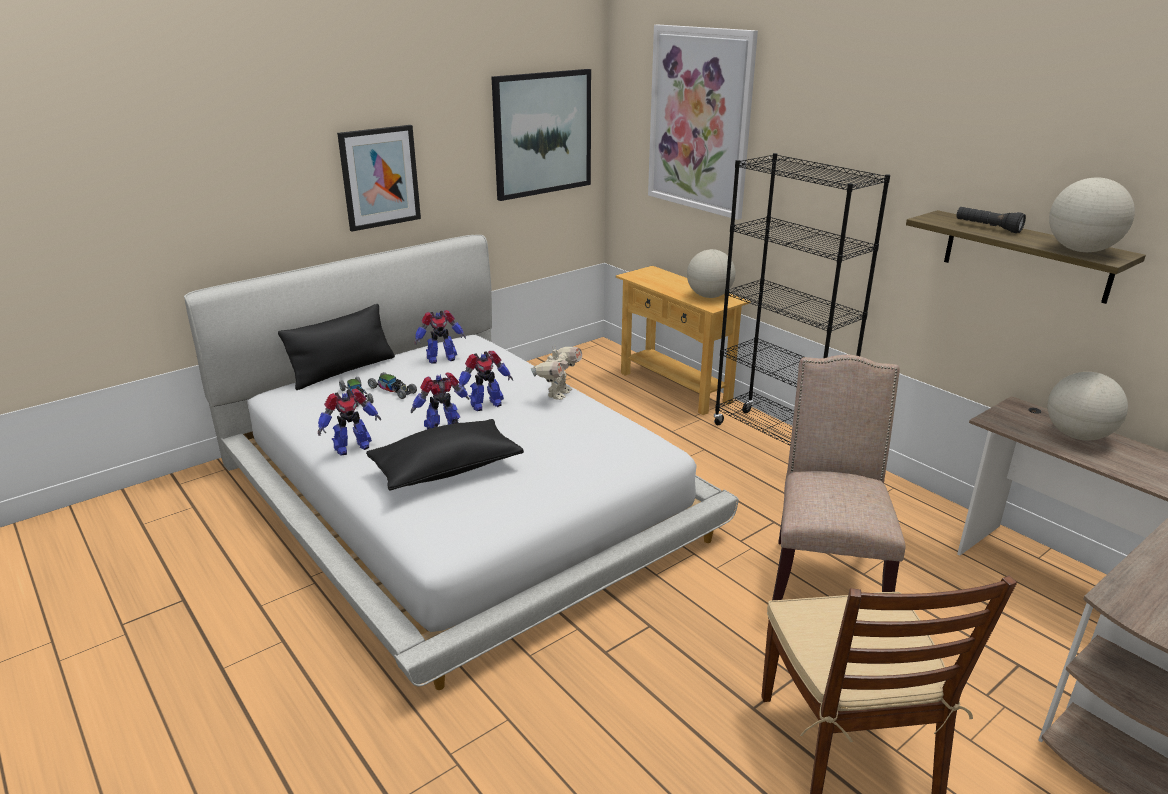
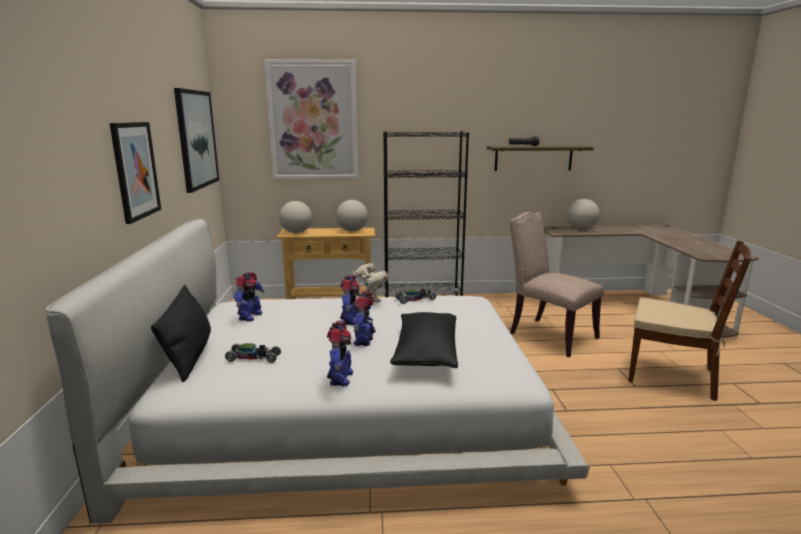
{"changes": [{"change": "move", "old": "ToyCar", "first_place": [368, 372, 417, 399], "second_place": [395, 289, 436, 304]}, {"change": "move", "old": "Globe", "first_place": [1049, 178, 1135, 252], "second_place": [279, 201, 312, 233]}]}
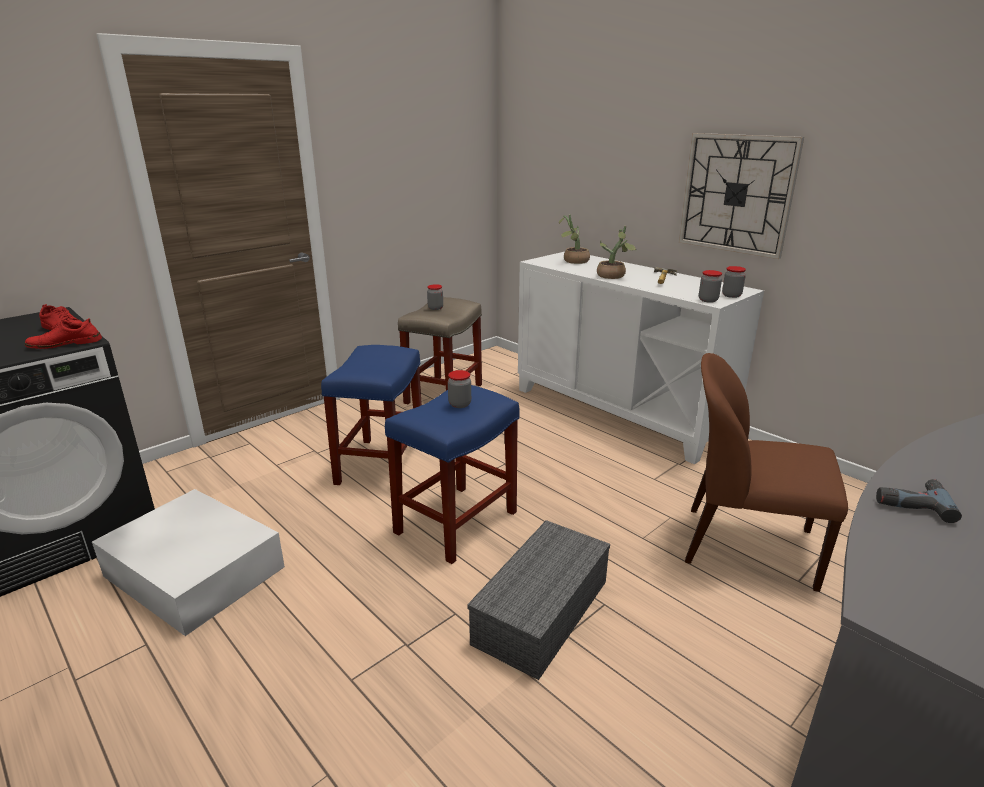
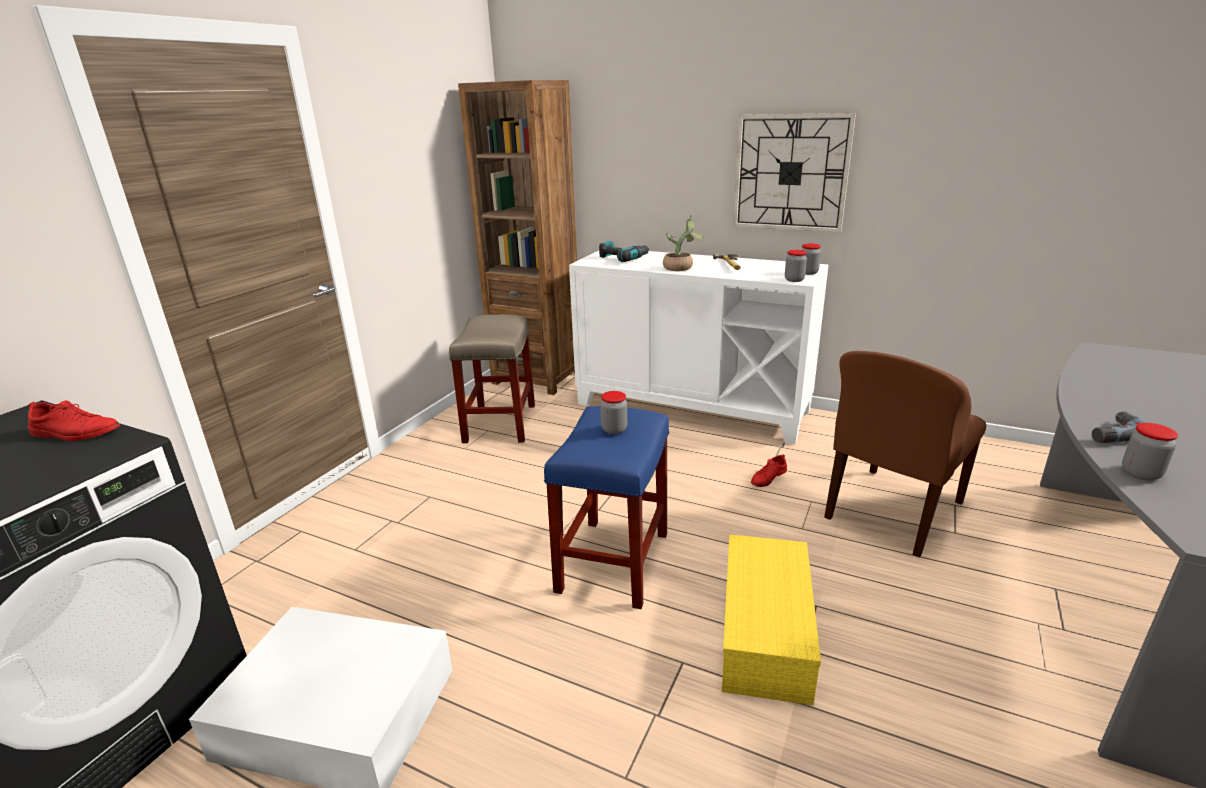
{"changes": [{"change": "delete", "old": "BlueStool", "first_place": [321, 345, 422, 485]}, {"change": "insert", "new": "BrownBookcase", "second_place": [458, 80, 577, 395]}, {"change": "move", "old": "RedShoe", "first_place": [25, 318, 102, 349], "second_place": [751, 454, 787, 487]}, {"change": "move", "old": "Jar", "first_place": [427, 284, 443, 310], "second_place": [1122, 423, 1178, 481]}, {"change": "replace", "old": "PottedPlant", "new": "PowerDrill", "first_place": [559, 214, 590, 264], "second_place": [599, 241, 650, 262]}, {"change": "recolor", "old": "GreyStorageBox", "new": "YellowStorageBox", "first_place": [467, 520, 610, 680], "second_place": [722, 534, 821, 705]}, {"change": "rotate", "old": "BrownChair", "first_place": [685, 353, 848, 592], "second_place": [824, 351, 986, 557], "degrees": -45}]}
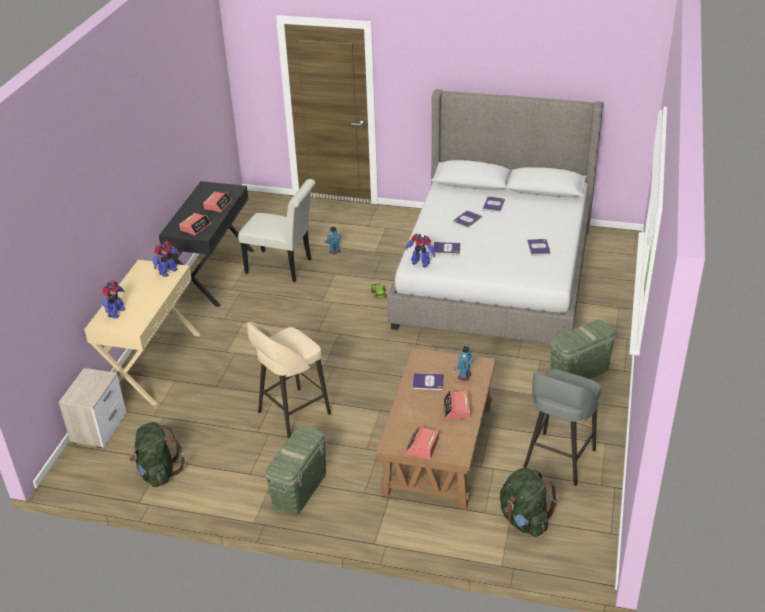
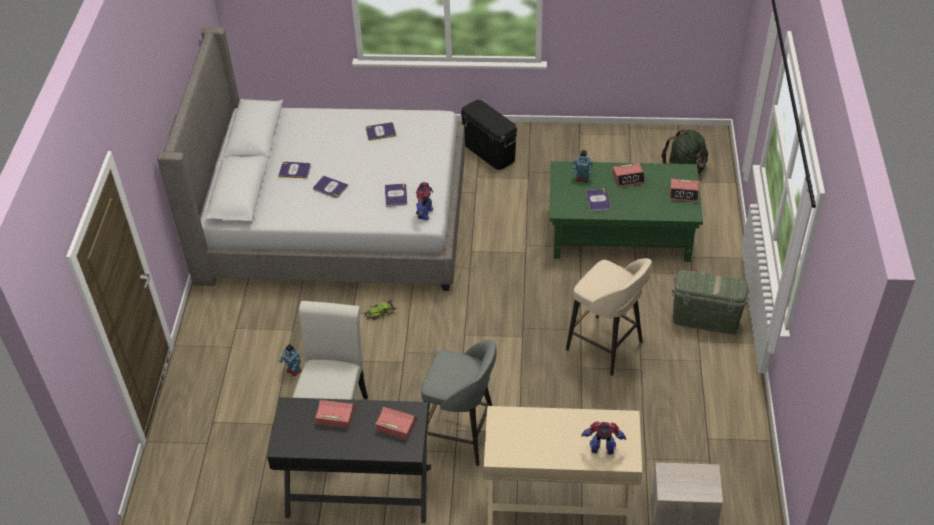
{"changes": [{"change": "delete", "old": "GreenBackpack", "first_place": [130, 422, 185, 487]}, {"change": "delete", "old": "ToyRobot", "first_place": [153, 241, 180, 277]}, {"change": "move", "old": "GreyStool", "first_place": [523, 369, 601, 486], "second_place": [421, 340, 497, 466]}, {"change": "recolor", "old": "BrownCoffeeTable", "new": "GreenCoffeeTable", "first_place": [376, 348, 496, 510], "second_place": [550, 161, 703, 262]}, {"change": "recolor", "old": "GreenStorageBox", "new": "BlackStorageBox", "first_place": [550, 320, 616, 379], "second_place": [461, 100, 517, 170]}]}
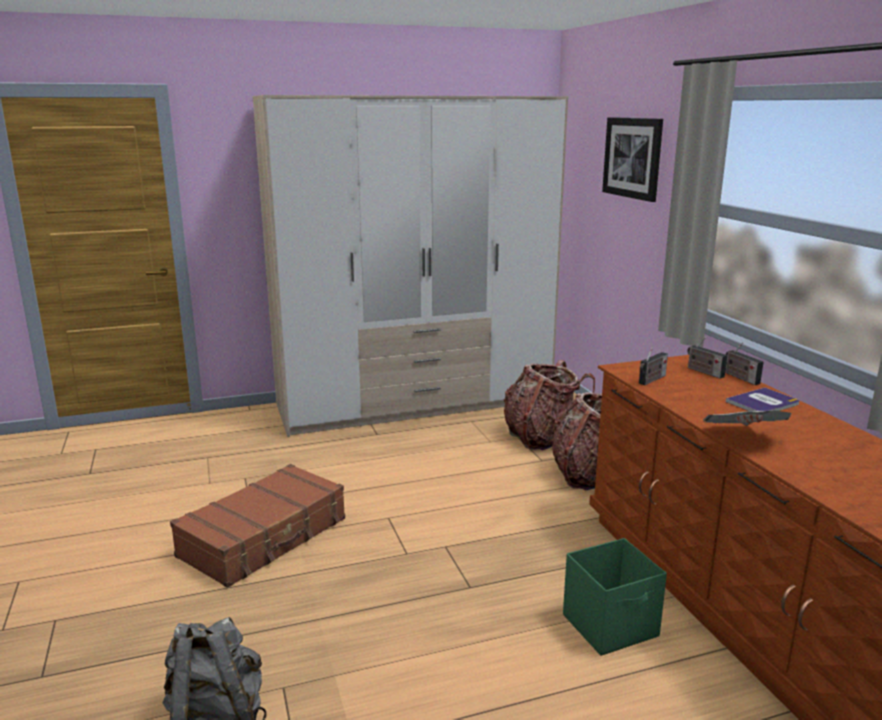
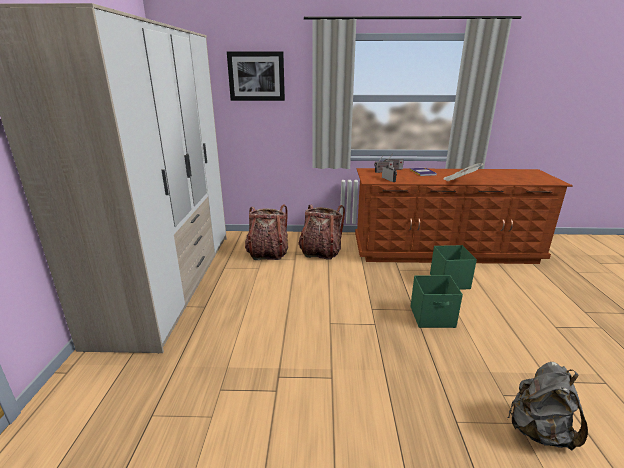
{"changes": [{"change": "delete", "old": "BrownSuitcase", "first_place": [170, 464, 345, 588]}, {"change": "insert", "new": "GreenStorageBox", "second_place": [411, 275, 463, 328]}]}
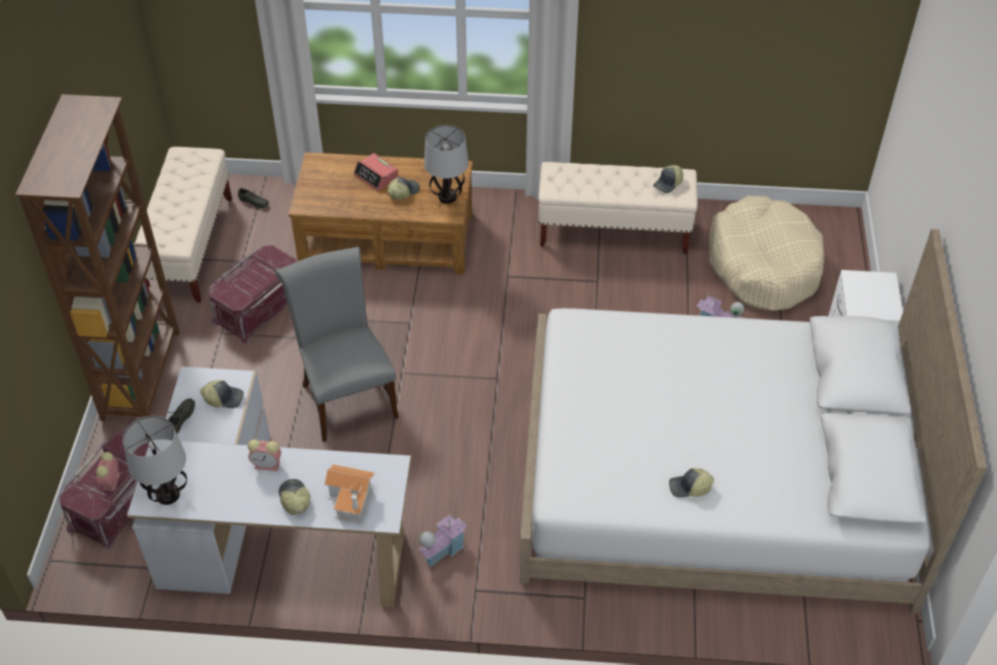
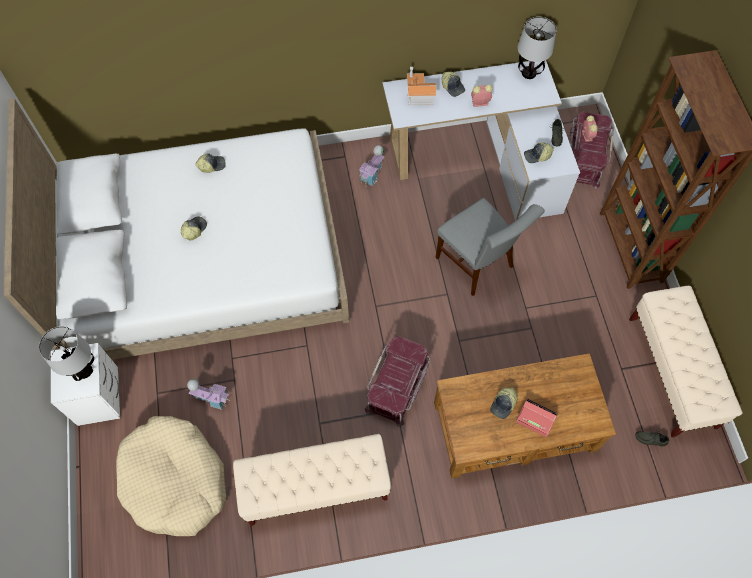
{"changes": [{"change": "move", "old": "RedStorageBox", "first_place": [209, 245, 296, 344], "second_place": [365, 336, 430, 427]}, {"change": "move", "old": "TableLamp", "first_place": [424, 125, 469, 204], "second_place": [39, 326, 94, 381]}, {"change": "move", "old": "Cap", "first_place": [653, 165, 683, 193], "second_place": [181, 216, 207, 240]}]}
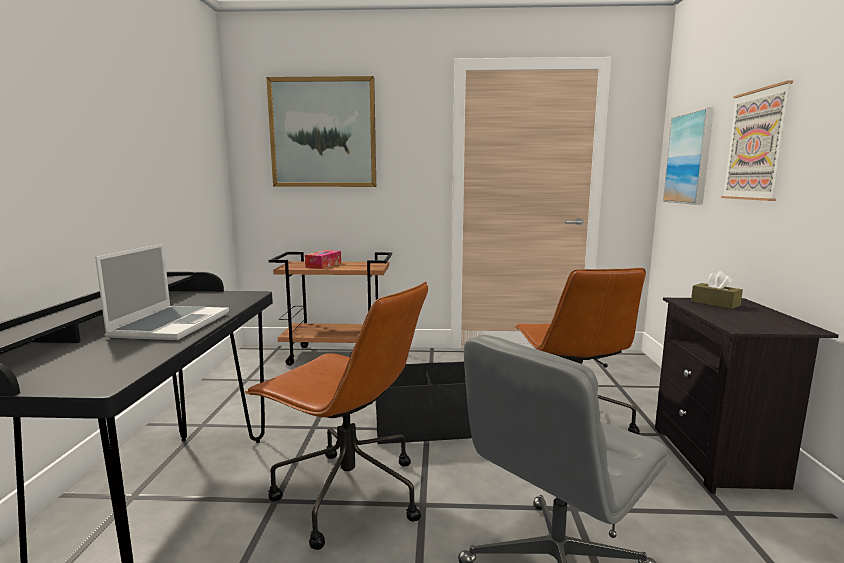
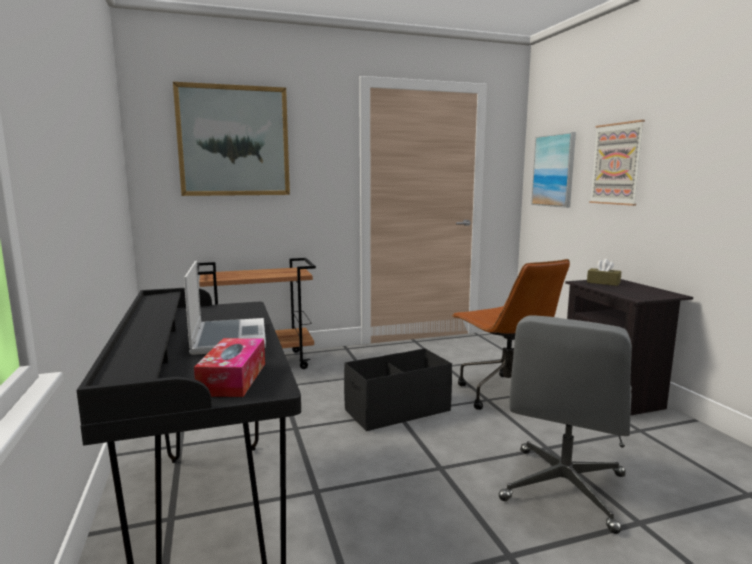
{"changes": [{"change": "delete", "old": "BrownOfficeChair", "first_place": [245, 281, 428, 550]}, {"change": "move", "old": "TissueBox", "first_place": [305, 250, 341, 269], "second_place": [194, 338, 265, 397]}]}
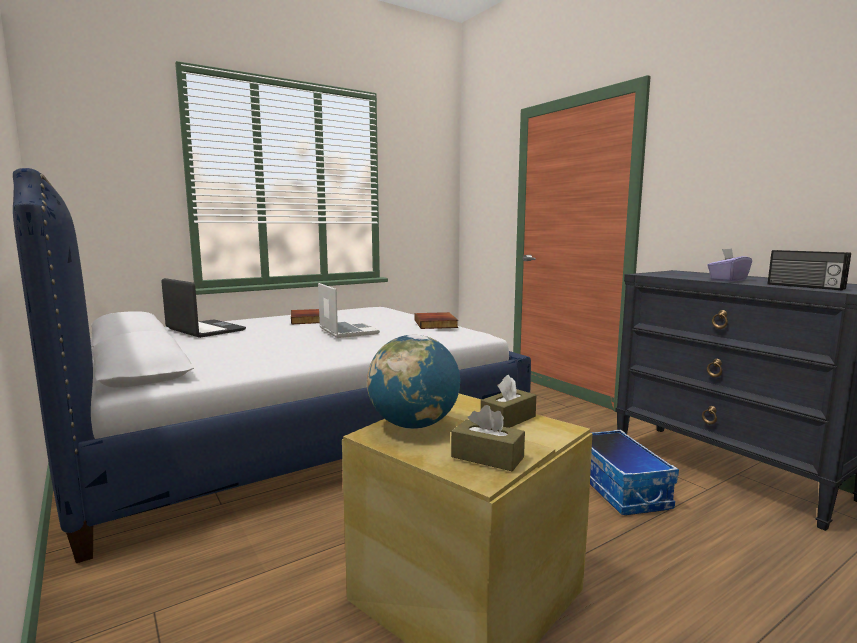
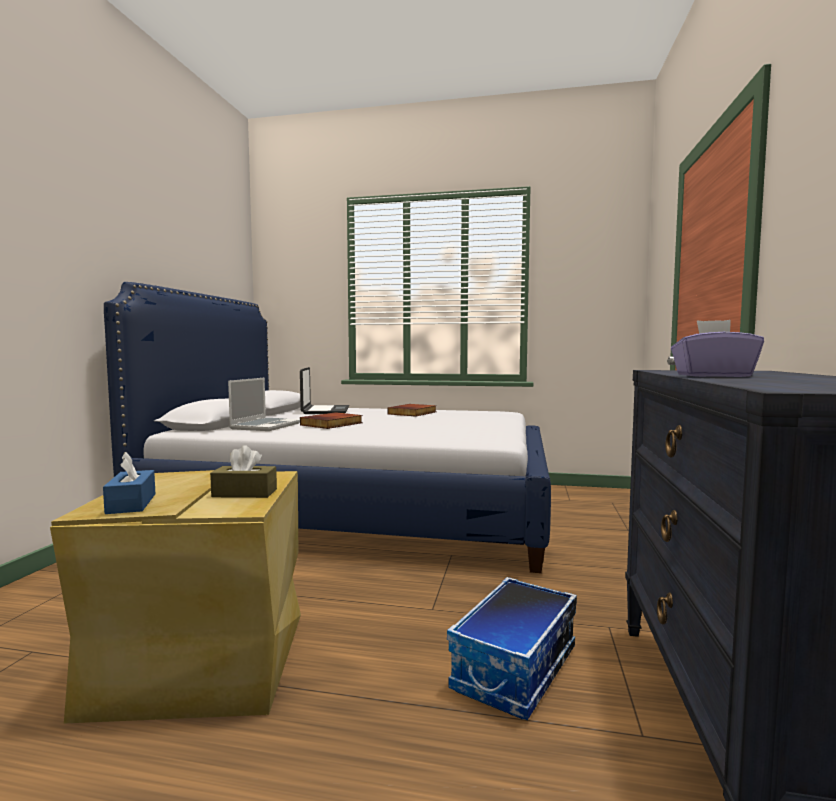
{"changes": [{"change": "delete", "old": "Globe", "first_place": [367, 335, 460, 429]}, {"change": "delete", "old": "Radio", "first_place": [768, 250, 851, 290]}, {"change": "move", "old": "Laptop", "first_place": [318, 283, 380, 338], "second_place": [228, 378, 300, 431]}, {"change": "move", "old": "Book", "first_place": [415, 312, 458, 329], "second_place": [300, 412, 363, 429]}, {"change": "recolor", "old": "BrownTissueBox", "new": "BlueTissueBox", "first_place": [451, 405, 525, 471], "second_place": [103, 452, 155, 514]}]}
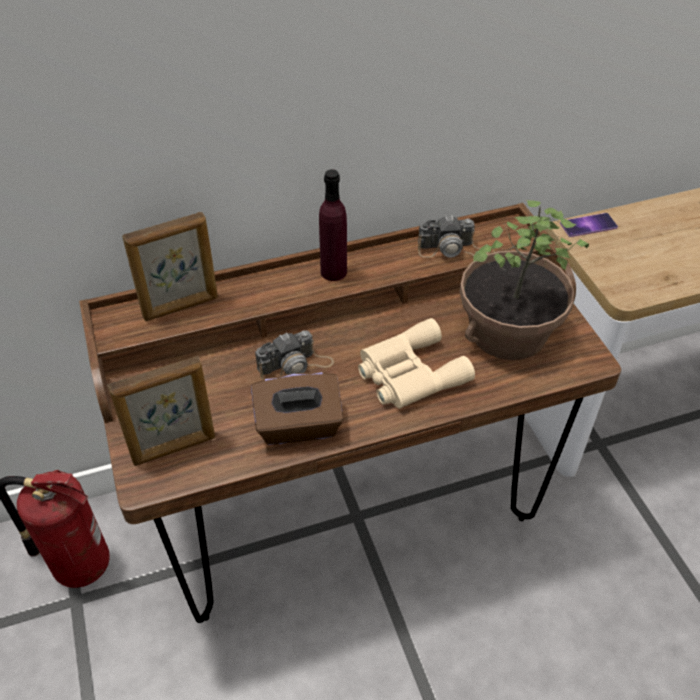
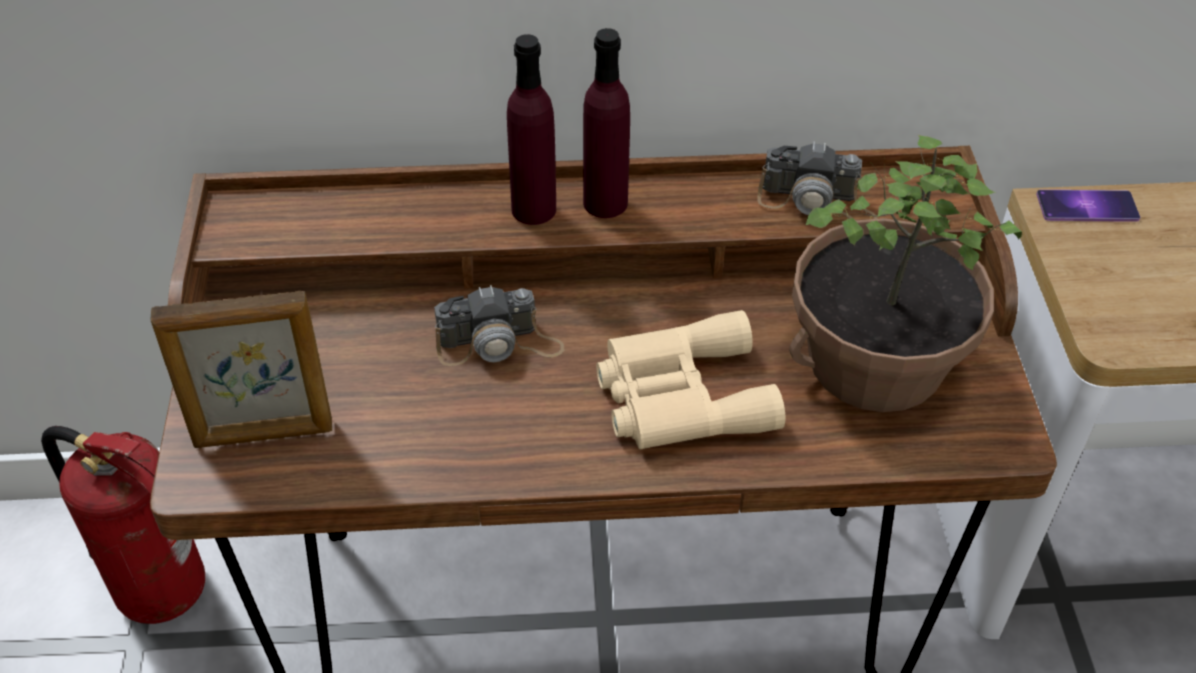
{"changes": [{"change": "delete", "old": "PictureFrame", "first_place": [122, 212, 218, 321]}, {"change": "delete", "old": "BrownTissueBox", "first_place": [251, 372, 344, 445]}, {"change": "insert", "new": "PurpleBottle", "second_place": [507, 34, 556, 225]}]}
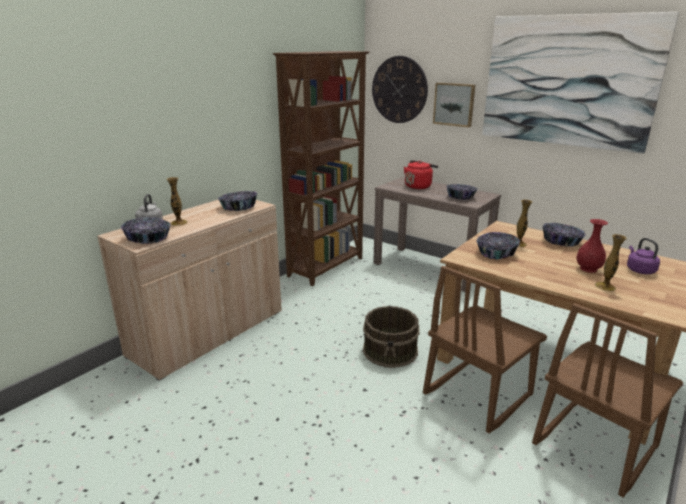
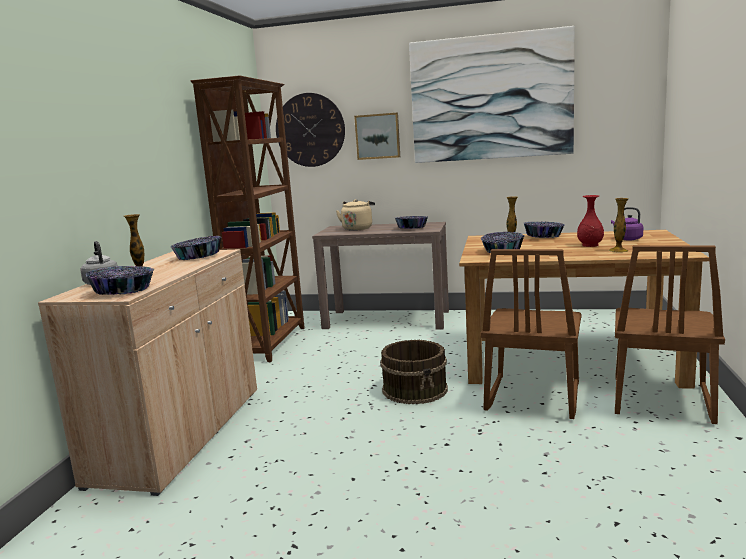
{"changes": [{"change": "recolor", "old": "RedKettle", "new": "BeigeKettle", "first_place": [404, 160, 438, 189], "second_place": [336, 199, 375, 231]}]}
